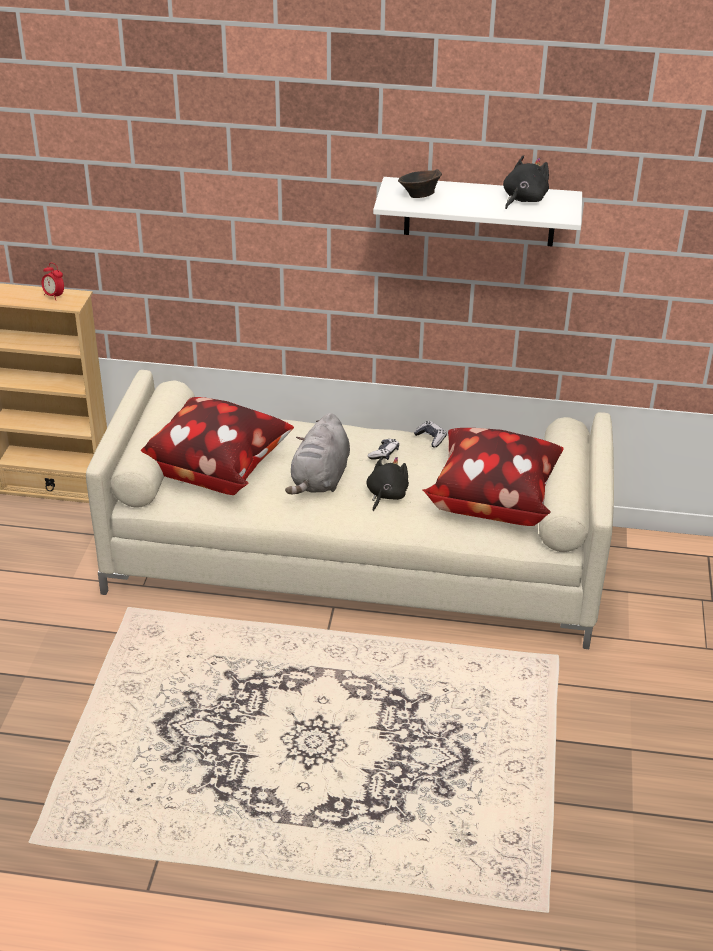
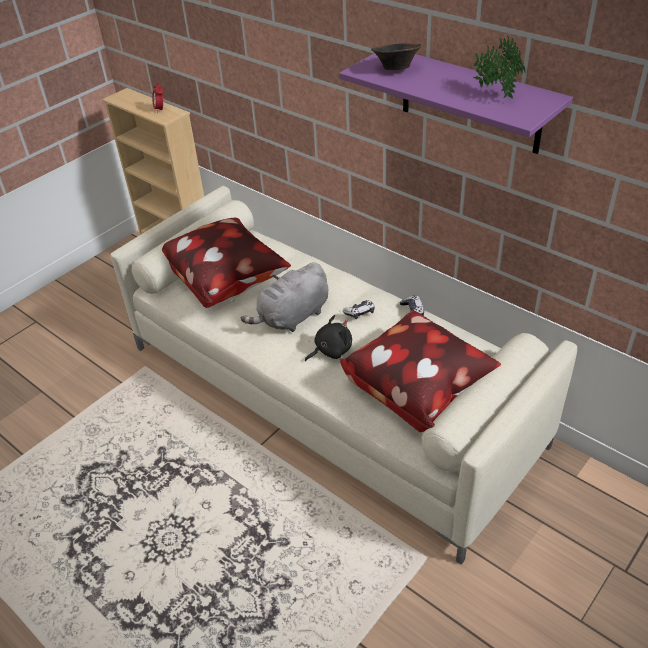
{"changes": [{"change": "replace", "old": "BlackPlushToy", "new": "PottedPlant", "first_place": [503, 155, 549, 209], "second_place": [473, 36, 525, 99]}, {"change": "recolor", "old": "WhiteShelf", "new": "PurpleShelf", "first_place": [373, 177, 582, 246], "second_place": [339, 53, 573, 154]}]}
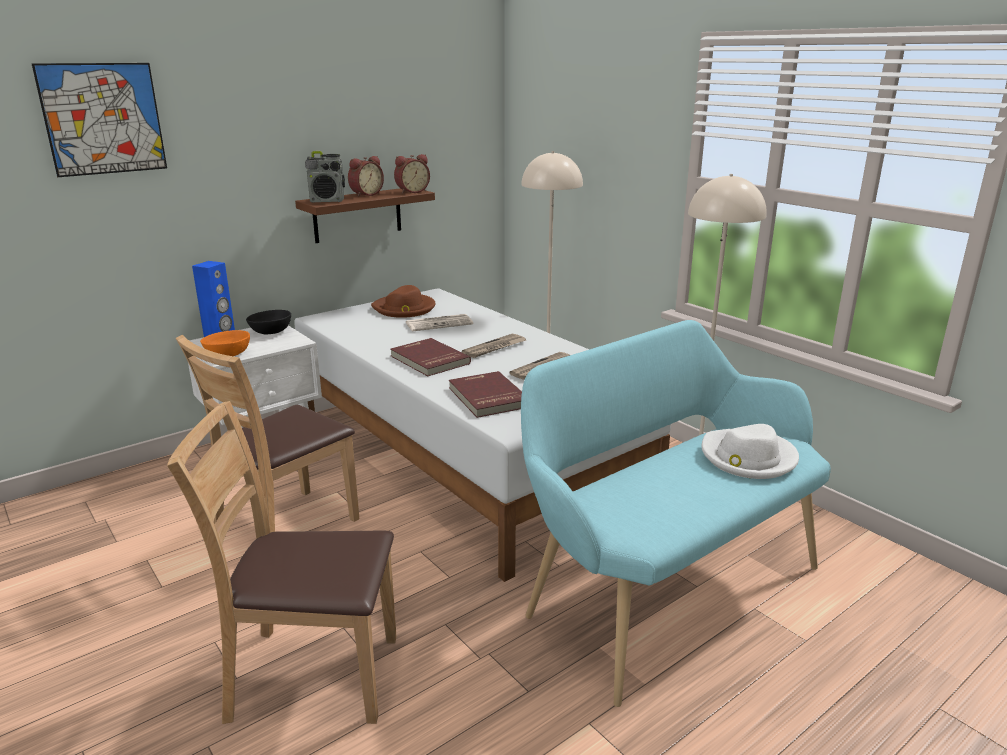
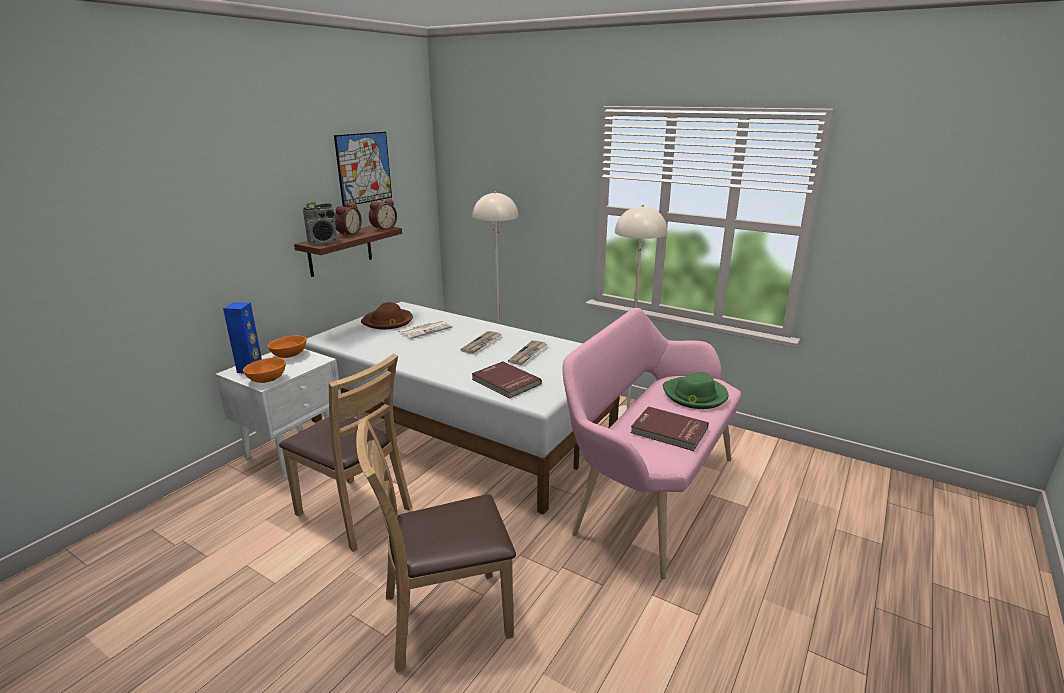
{"changes": [{"change": "move", "old": "Picture", "first_place": [31, 63, 167, 177], "second_place": [334, 132, 392, 207]}, {"change": "move", "old": "RedBook", "first_place": [390, 338, 471, 376], "second_place": [631, 406, 709, 451]}, {"change": "recolor", "old": "BlackBowl", "new": "OrangeBowl", "first_place": [246, 310, 291, 334], "second_place": [268, 335, 306, 358]}, {"change": "recolor", "old": "TurquoiseBench", "new": "PinkBench", "first_place": [521, 320, 831, 707], "second_place": [562, 308, 741, 579]}, {"change": "recolor", "old": "WhiteHat", "new": "GreenHat", "first_place": [702, 424, 799, 479], "second_place": [663, 372, 729, 409]}, {"change": "rotate", "old": "BrownChair", "first_place": [176, 335, 359, 532], "second_place": [279, 354, 412, 552], "degrees": -75}]}
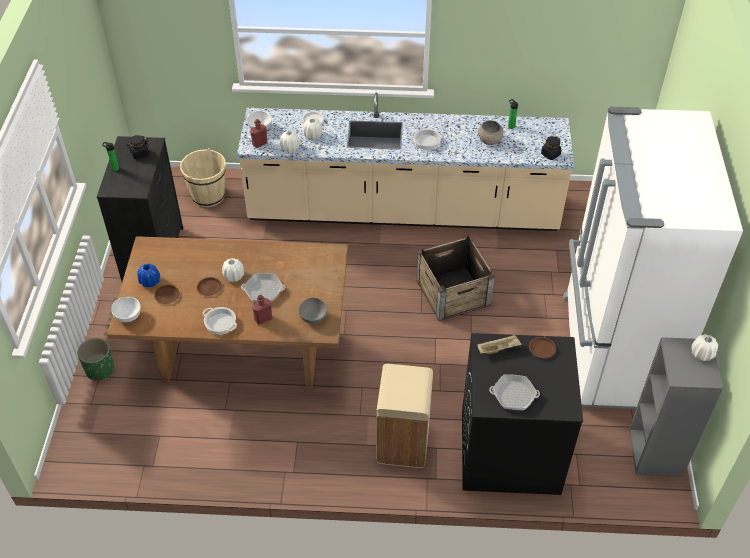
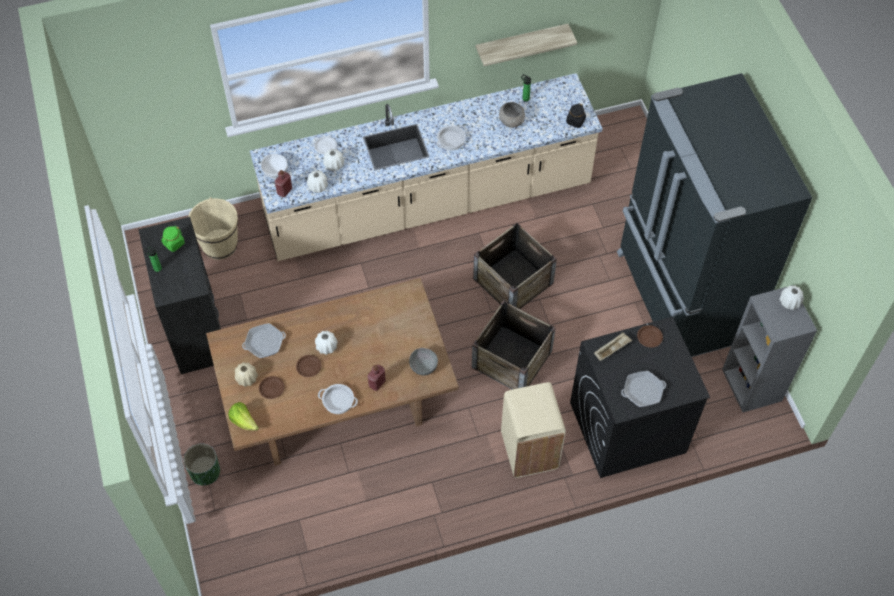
{"changes": [{"change": "insert", "new": "Crate", "second_place": [472, 300, 556, 389]}, {"change": "insert", "new": "Shelf", "second_place": [476, 24, 577, 66]}, {"change": "move", "old": "FryingPan", "first_place": [241, 273, 285, 302], "second_place": [242, 323, 286, 358]}, {"change": "replace", "old": "WhiteBowl", "new": "Lettuce", "first_place": [111, 297, 141, 322], "second_place": [228, 402, 259, 431]}, {"change": "recolor", "old": "BlackJar", "new": "GreenJar", "first_place": [127, 135, 149, 159], "second_place": [161, 226, 185, 252]}, {"change": "recolor", "old": "BlueVase", "new": "BeigeVase", "first_place": [137, 264, 160, 287], "second_place": [235, 362, 258, 387]}, {"change": "recolor", "old": "WhiteFridge", "new": "BlackFridge", "first_place": [563, 107, 743, 409], "second_place": [617, 73, 812, 357]}]}
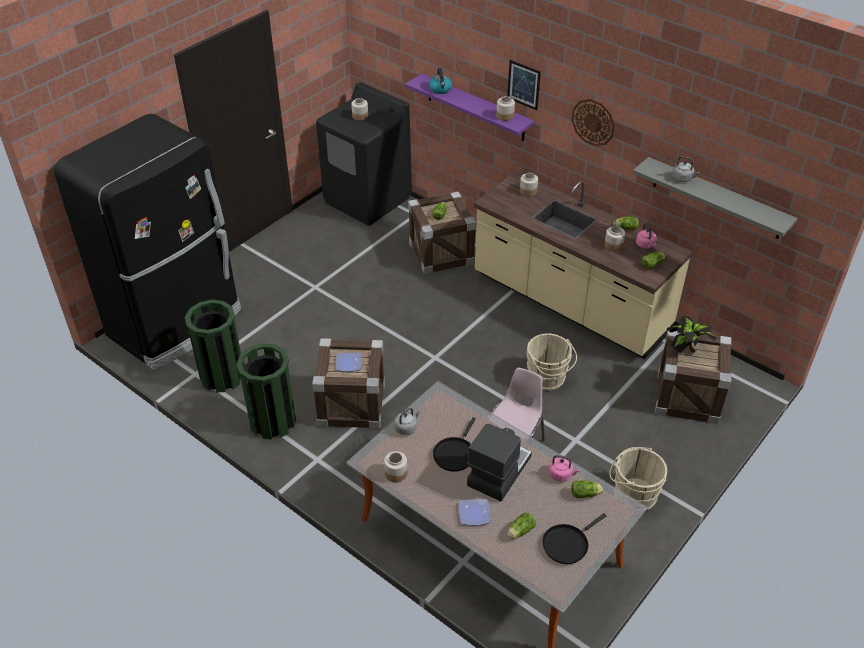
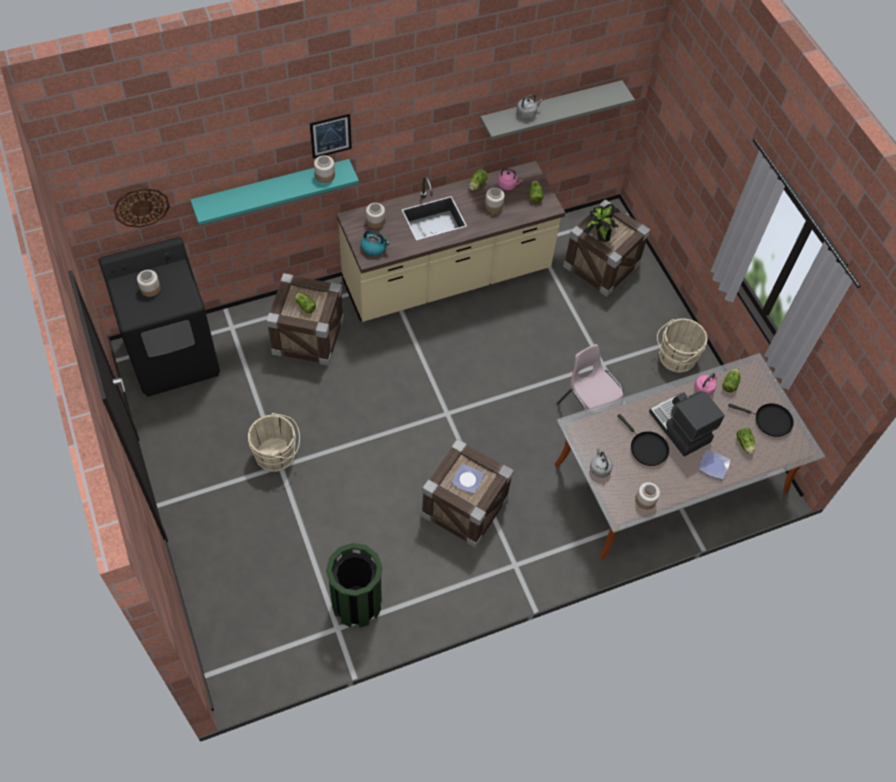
{"changes": [{"change": "delete", "old": "BlackFridge", "first_place": [54, 114, 241, 370]}, {"change": "delete", "old": "GreenTrashCan", "first_place": [236, 343, 296, 440]}, {"change": "move", "old": "Kettle", "first_place": [429, 68, 452, 94], "second_place": [361, 230, 390, 256]}, {"change": "move", "old": "BeigeBucket", "first_place": [527, 334, 577, 391], "second_place": [248, 413, 300, 472]}, {"change": "move", "old": "WallClock", "first_place": [571, 99, 615, 146], "second_place": [113, 188, 170, 228]}, {"change": "recolor", "old": "PurpleShelf", "new": "TurquoiseShelf", "first_place": [405, 74, 534, 141], "second_place": [190, 159, 359, 225]}, {"change": "rotate", "old": "BlackFryingPan", "first_place": [542, 513, 606, 564], "second_place": [728, 403, 794, 437], "degrees": -60}]}
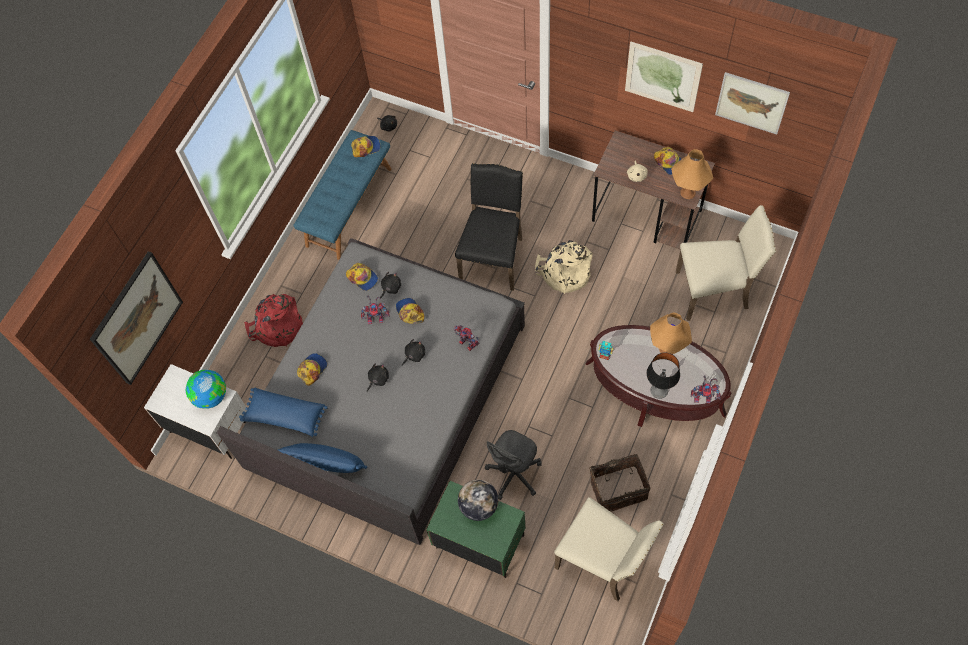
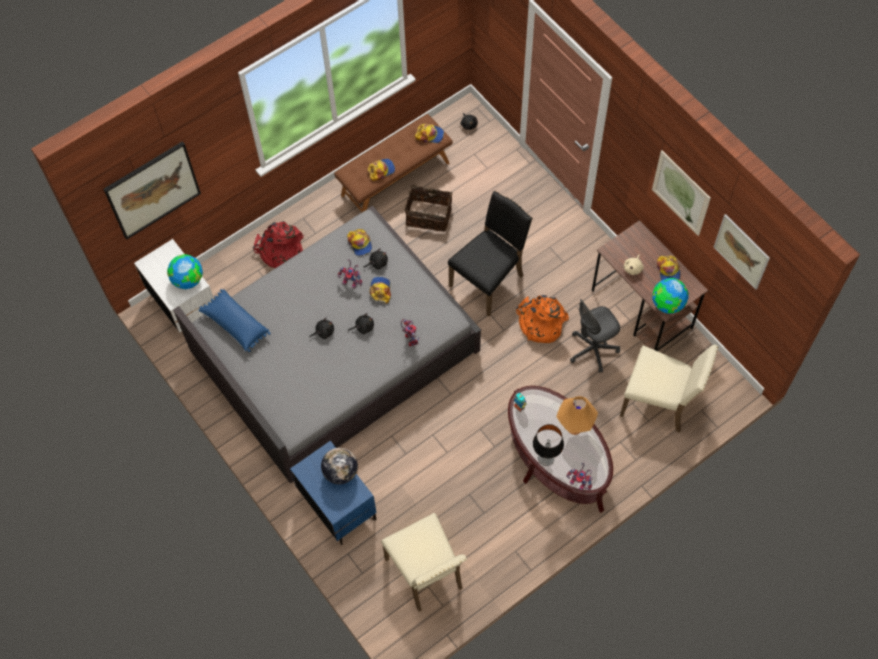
{"changes": [{"change": "delete", "old": "BluePillow", "first_place": [278, 443, 367, 473]}, {"change": "move", "old": "Cap", "first_place": [297, 353, 327, 386], "second_place": [368, 159, 395, 181]}, {"change": "move", "old": "GreyOfficeChair", "first_place": [485, 430, 542, 500], "second_place": [570, 299, 620, 373]}, {"change": "move", "old": "Basket", "first_place": [589, 454, 650, 512], "second_place": [405, 185, 452, 232]}, {"change": "replace", "old": "OrangeTableLamp", "new": "Globe", "first_place": [671, 149, 713, 199], "second_place": [652, 278, 689, 314]}, {"change": "recolor", "old": "BlueBench", "new": "BrownBench", "first_place": [294, 130, 392, 260], "second_place": [334, 114, 453, 212]}, {"change": "recolor", "old": "GreenNightstand", "new": "BlueNightstand", "first_place": [427, 481, 525, 578], "second_place": [290, 441, 377, 545]}, {"change": "recolor", "old": "BeigeBackpack", "new": "OrangeBackpack", "first_place": [535, 240, 593, 294], "second_place": [516, 295, 569, 343]}]}
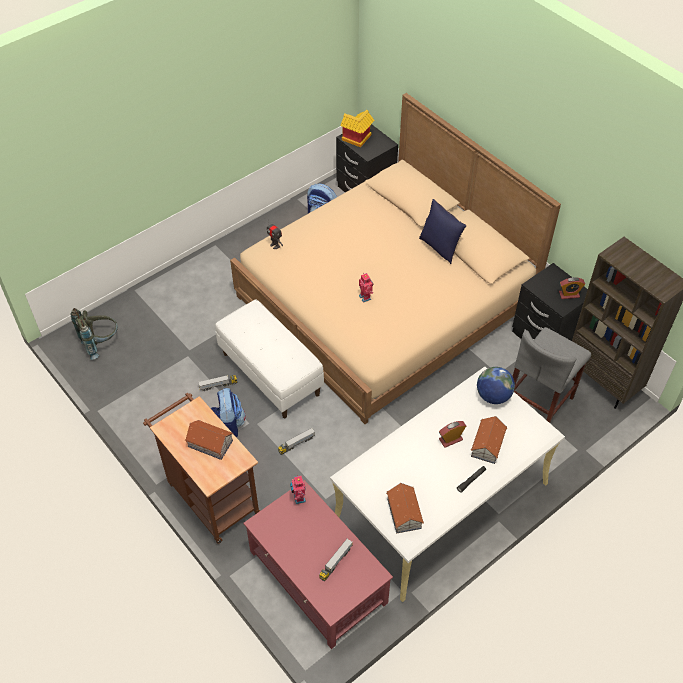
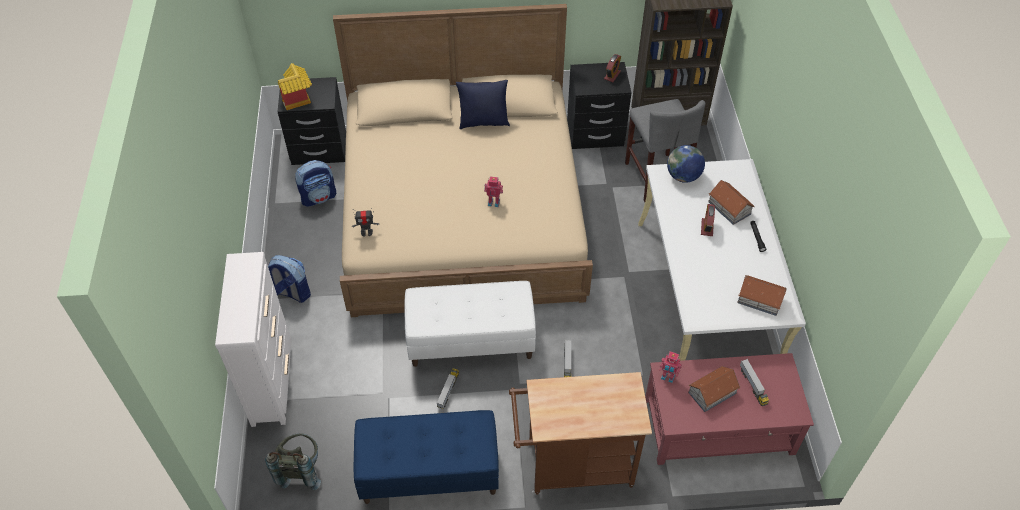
{"changes": [{"change": "insert", "new": "WhiteDresser", "second_place": [215, 252, 292, 427]}, {"change": "insert", "new": "BlueBench", "second_place": [354, 410, 499, 504]}, {"change": "move", "old": "ToyHouse", "first_place": [185, 420, 234, 460], "second_place": [688, 366, 741, 412]}, {"change": "move", "old": "Backpack", "first_place": [211, 388, 246, 437], "second_place": [268, 255, 311, 303]}]}
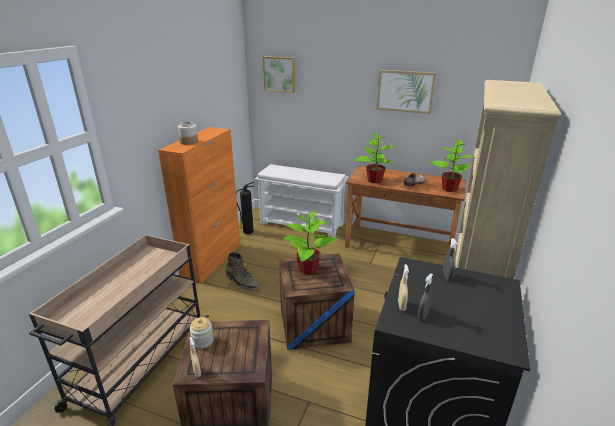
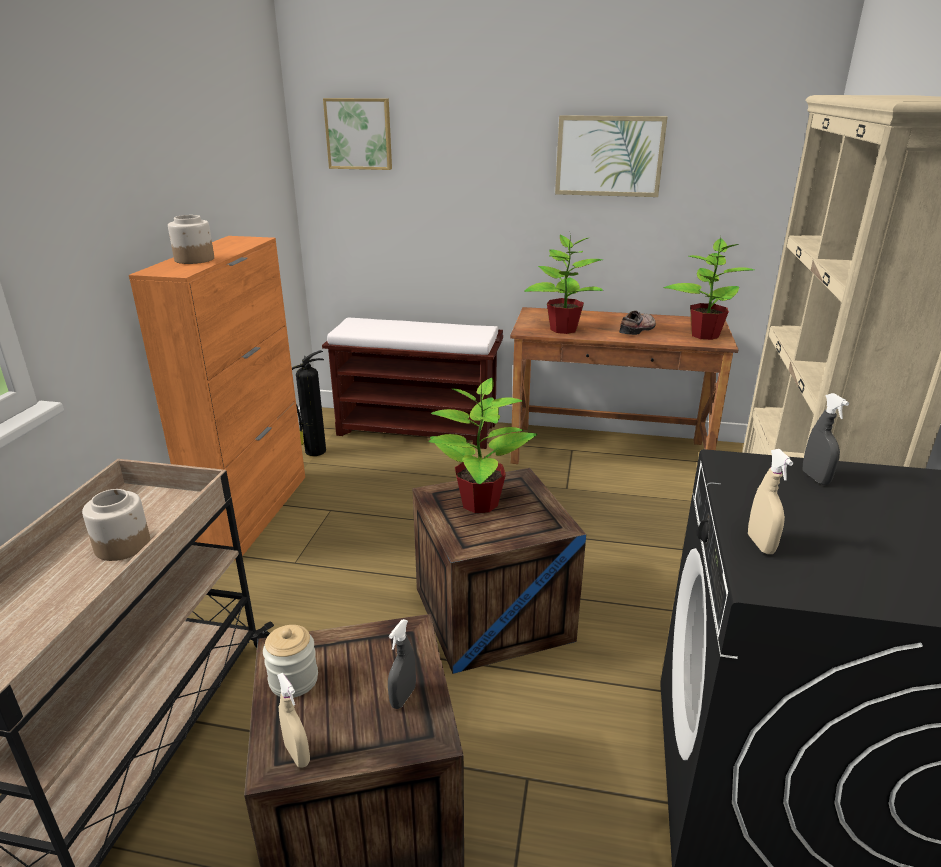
{"changes": [{"change": "delete", "old": "GreenBoot", "first_place": [226, 252, 260, 290]}, {"change": "insert", "new": "Jar", "second_place": [82, 489, 150, 561]}, {"change": "move", "old": "GreySprayBottle", "first_place": [418, 273, 433, 320], "second_place": [388, 619, 416, 709]}, {"change": "recolor", "old": "WhiteBench", "new": "BrownBench", "first_place": [255, 164, 348, 238], "second_place": [322, 317, 503, 449]}]}
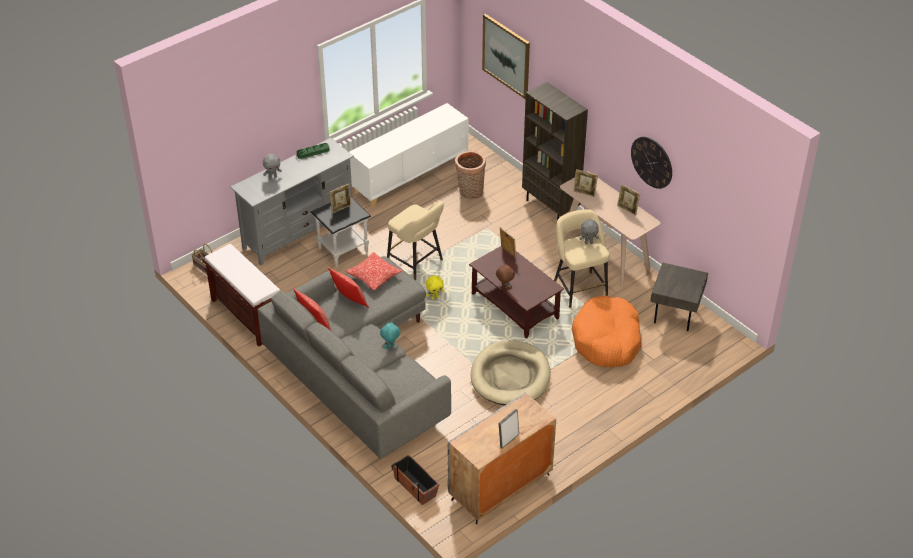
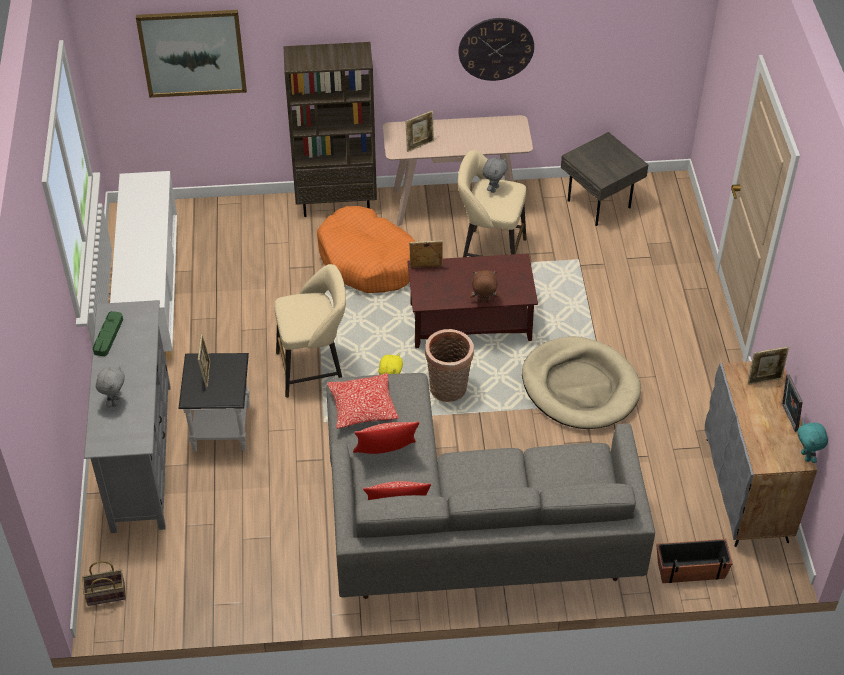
{"changes": [{"change": "delete", "old": "BrownBench", "first_place": [202, 244, 280, 346]}, {"change": "move", "old": "TurquoisePlushToy", "first_place": [380, 321, 401, 349], "second_place": [798, 422, 828, 463]}, {"change": "move", "old": "Basket", "first_place": [455, 151, 486, 199], "second_place": [425, 329, 474, 402]}, {"change": "move", "old": "OrangeDogBed", "first_place": [572, 296, 641, 367], "second_place": [317, 206, 415, 293]}, {"change": "move", "old": "PictureFrame", "first_place": [617, 184, 640, 216], "second_place": [747, 347, 789, 385]}]}
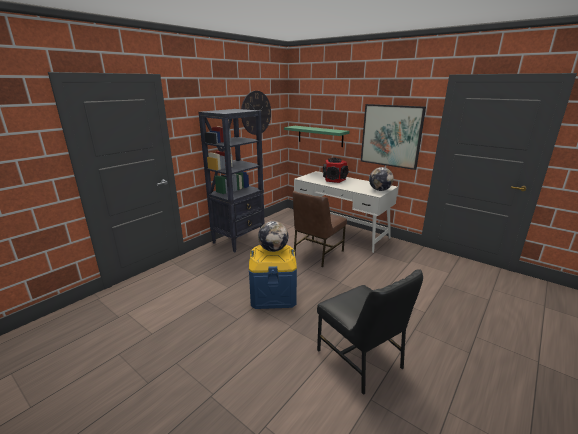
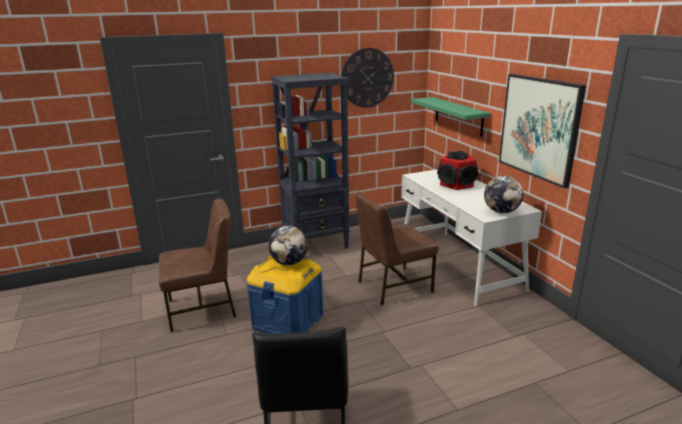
{"changes": [{"change": "insert", "new": "BrownChair", "second_place": [159, 199, 236, 332]}]}
